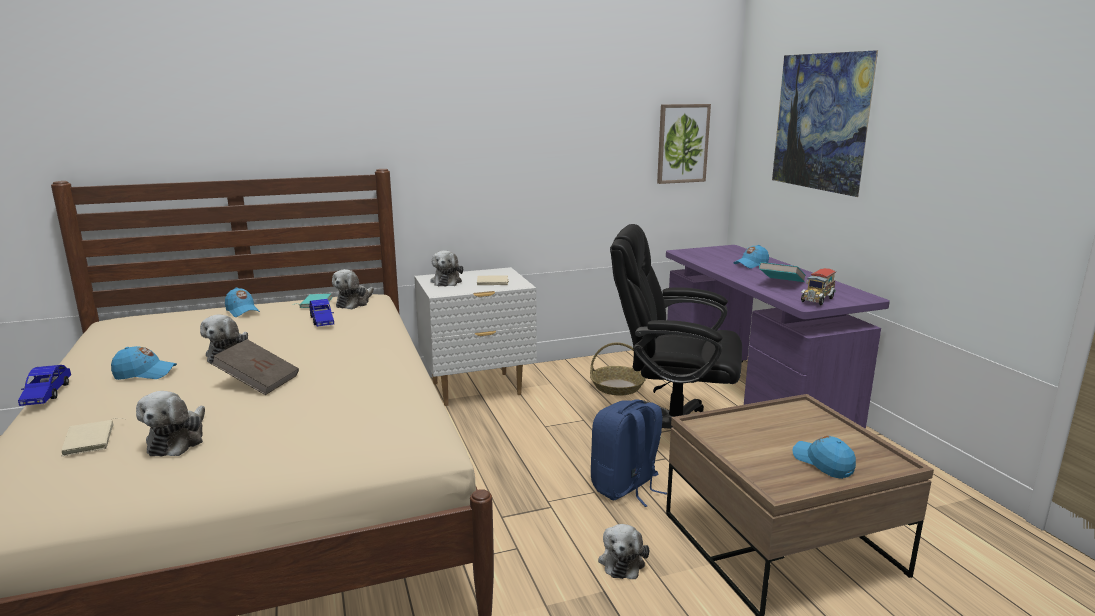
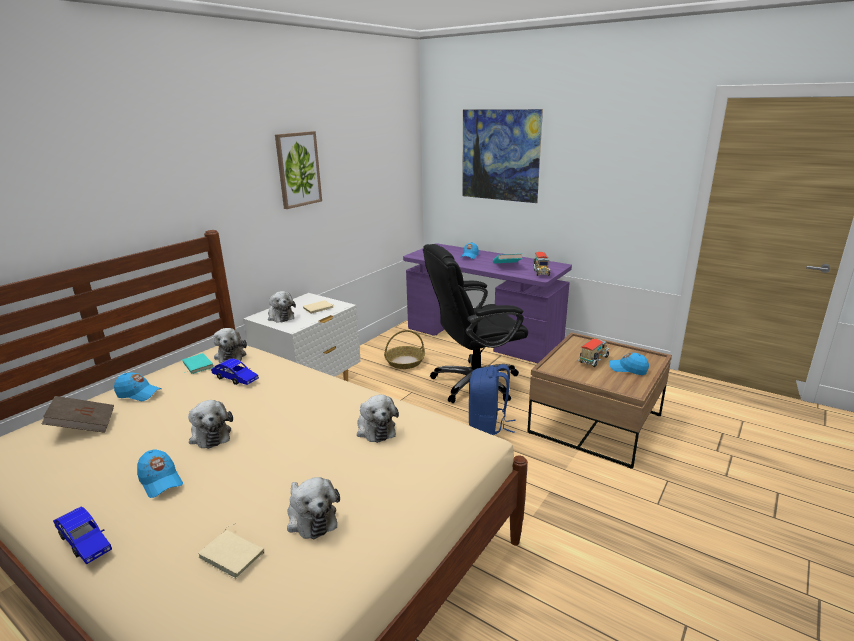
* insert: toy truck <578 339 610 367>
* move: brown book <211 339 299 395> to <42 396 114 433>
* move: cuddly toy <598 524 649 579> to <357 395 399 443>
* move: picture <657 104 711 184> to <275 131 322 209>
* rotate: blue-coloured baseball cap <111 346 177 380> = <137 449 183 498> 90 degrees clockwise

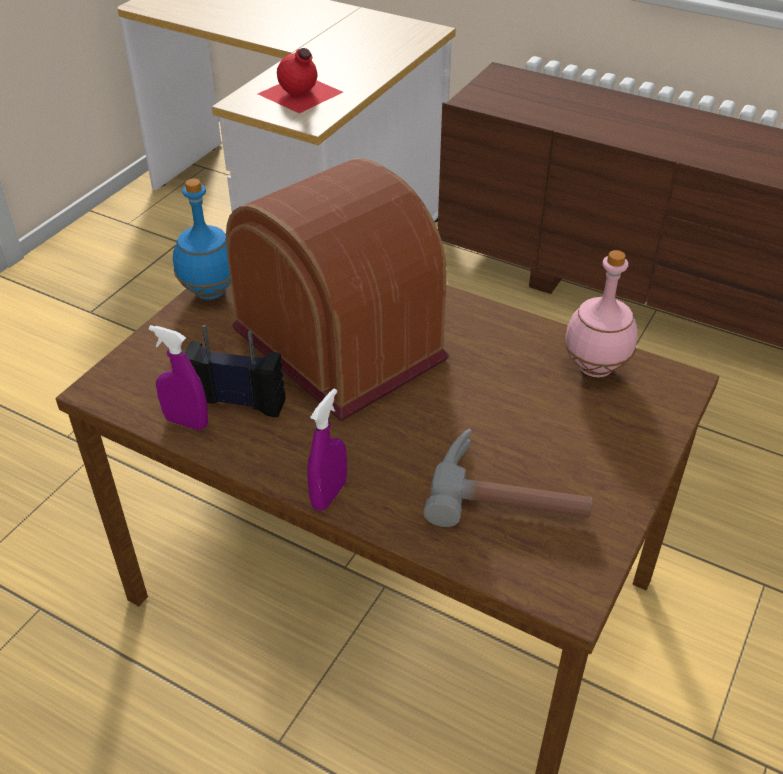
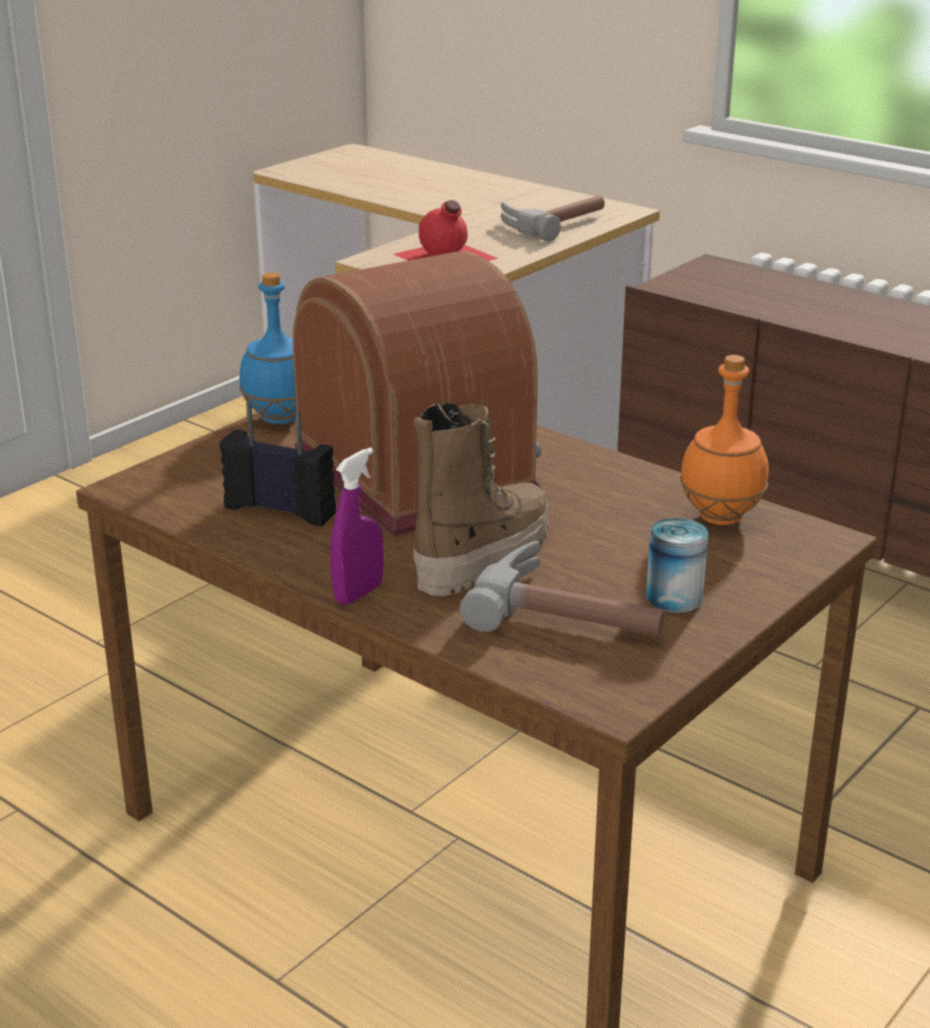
* delete: purple-coloured spray bottle <149 325 208 430>
* insert: high-top boot <413 402 548 596>
* insert: hand hammer <501 196 605 242>
* insert: sealed can <646 518 708 613>
* recolor: pink-coloured drink bottle <565 250 638 377> to orange-coloured drink bottle <680 355 769 525>

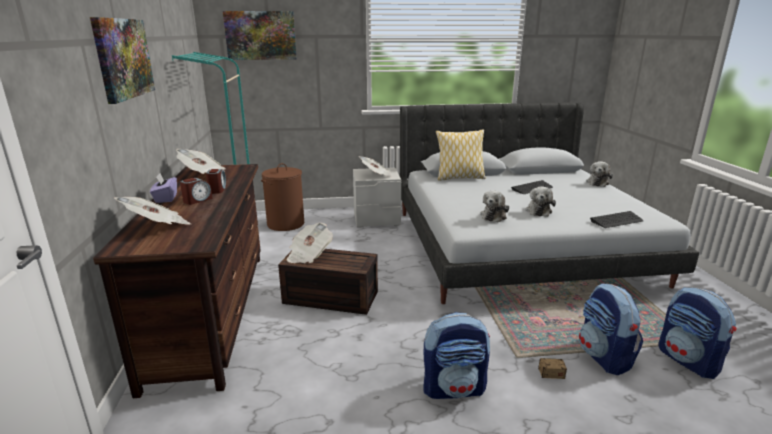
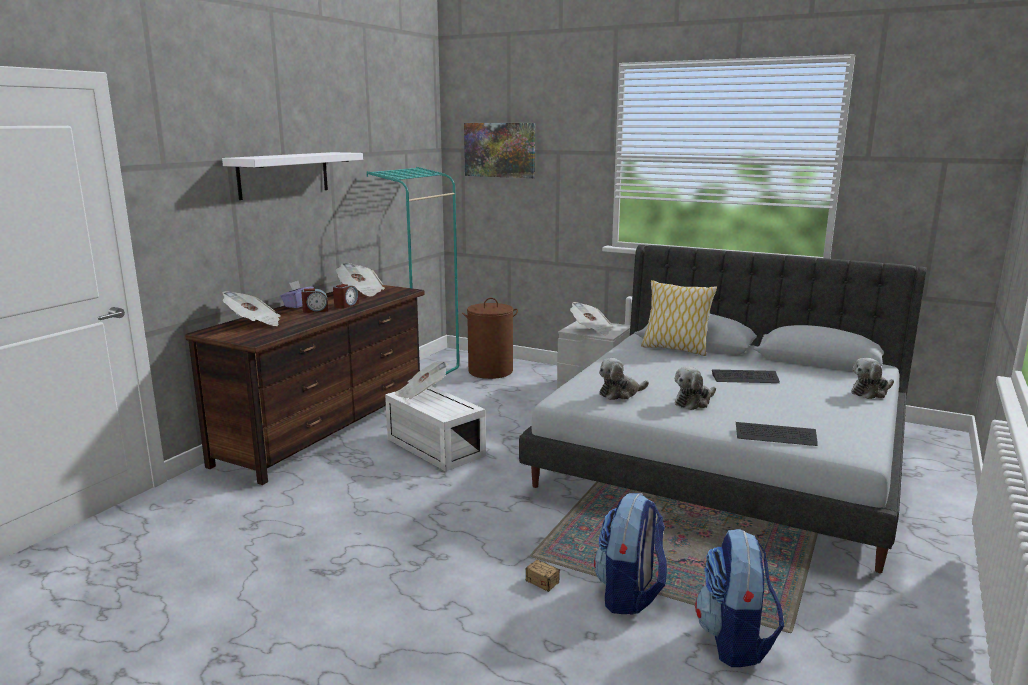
* delete: backpack <423 312 490 399>
* replace: picture <90 17 155 104> to whitish shelf <222 152 363 200>
* recolor: brown storage bin <278 249 378 315> to whitish storage bin <385 386 486 472>

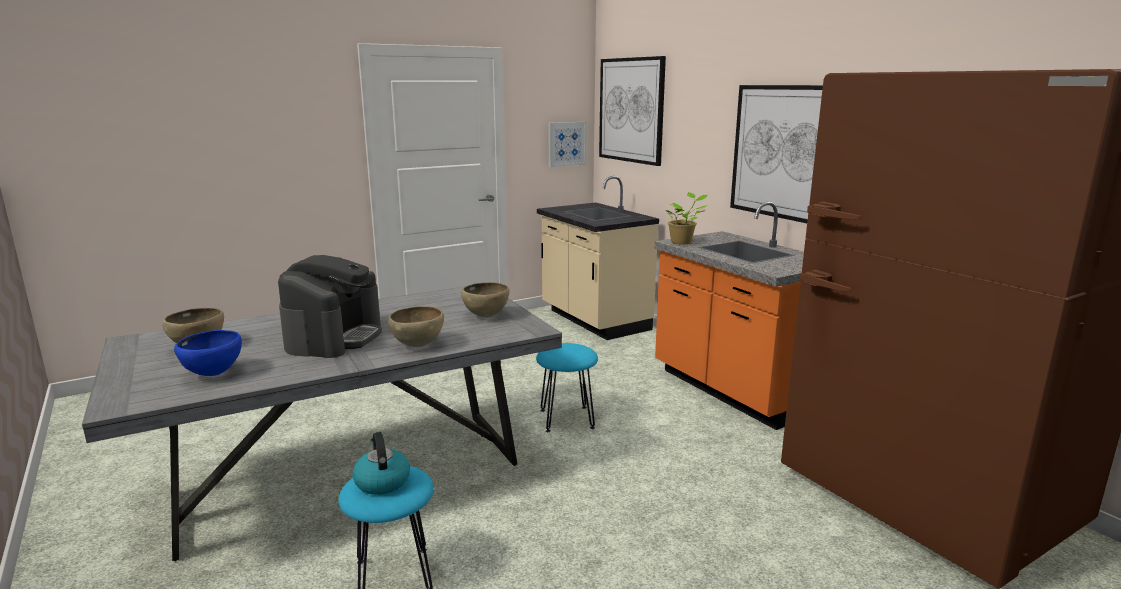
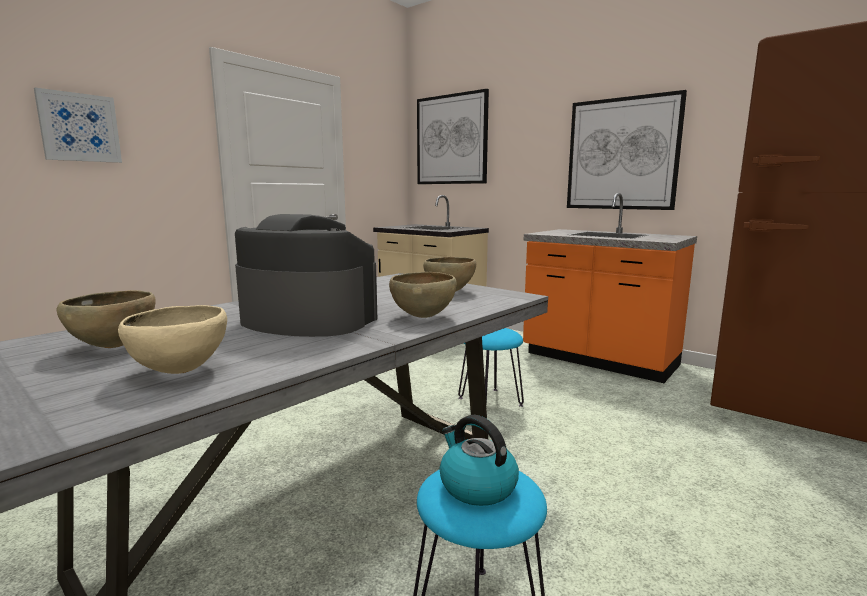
* delete: houseplant <666 192 707 244>
* move: picture <549 122 587 167> to <34 87 122 163>
* recolor: blue-coloured bowl <174 330 242 376> to sand-coloured bowl <118 305 227 374>
* rotate: coffee maker <278 255 382 358> = <235 214 377 337> 60 degrees counterclockwise

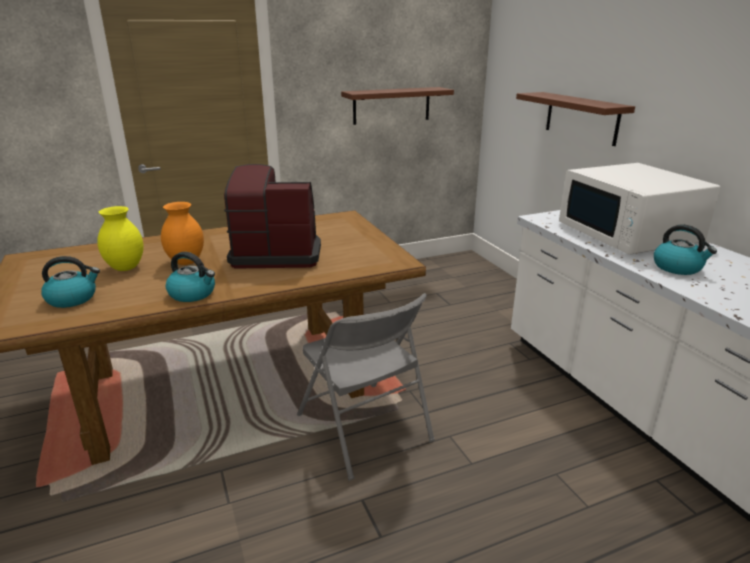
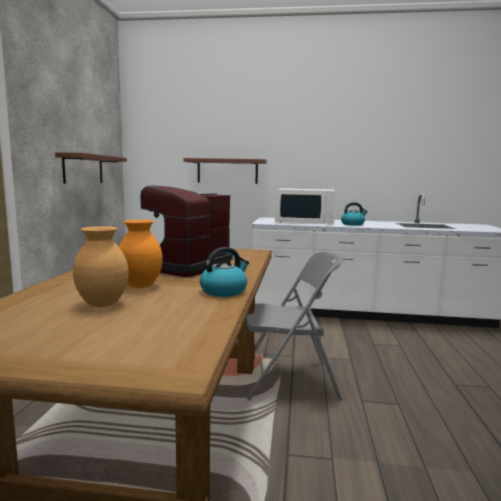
* delete: water kettle <41 256 100 308>
* recolor: yellowish decorative vase <97 206 143 271> to brown decorative vase <73 226 129 307>

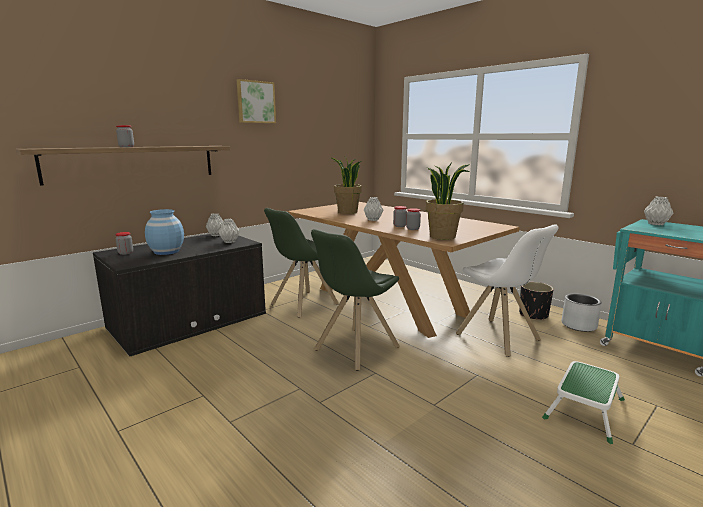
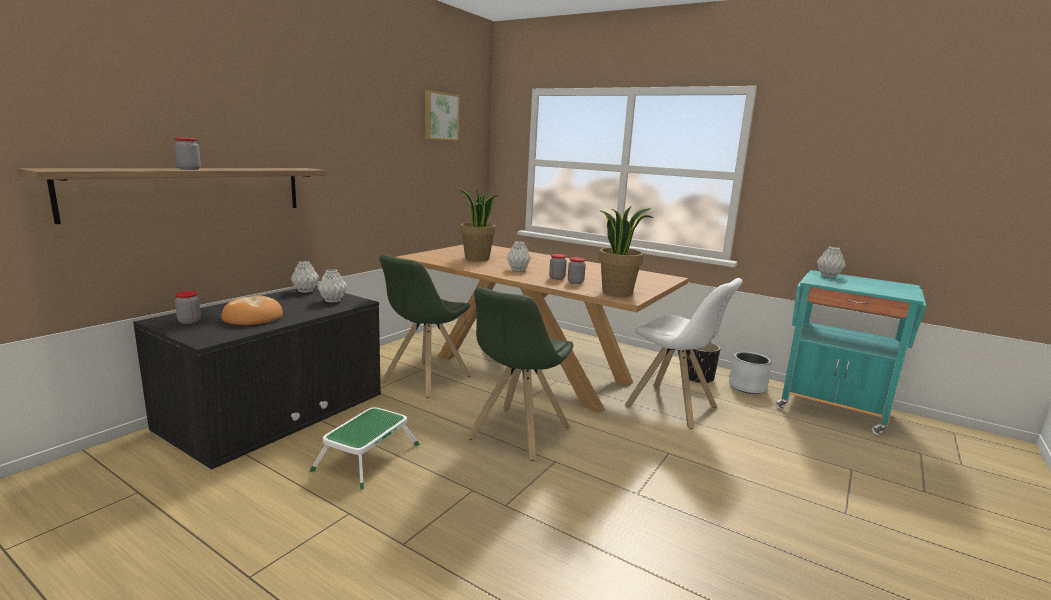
* move: picture <237 79 276 123> to <425 90 460 141>
* move: greenish stepladder <542 361 625 444> to <310 407 420 490>
* replace: blue-coloured decorative vase <145 209 184 255> to baked bread <221 296 283 325>

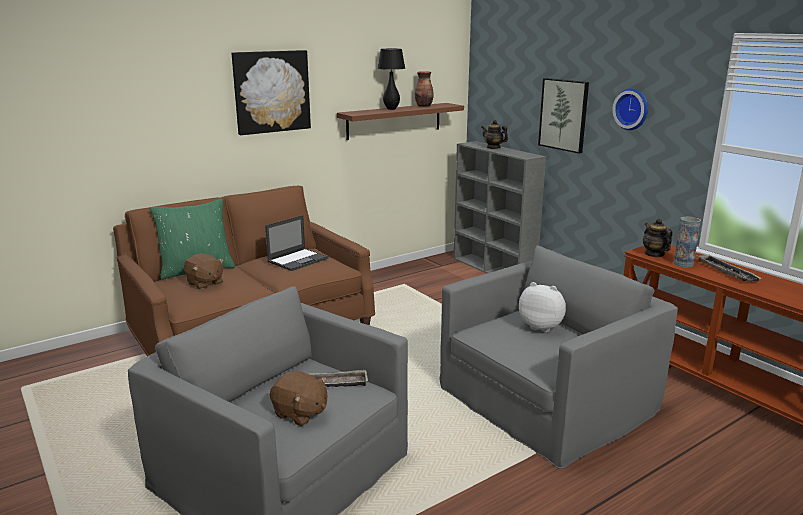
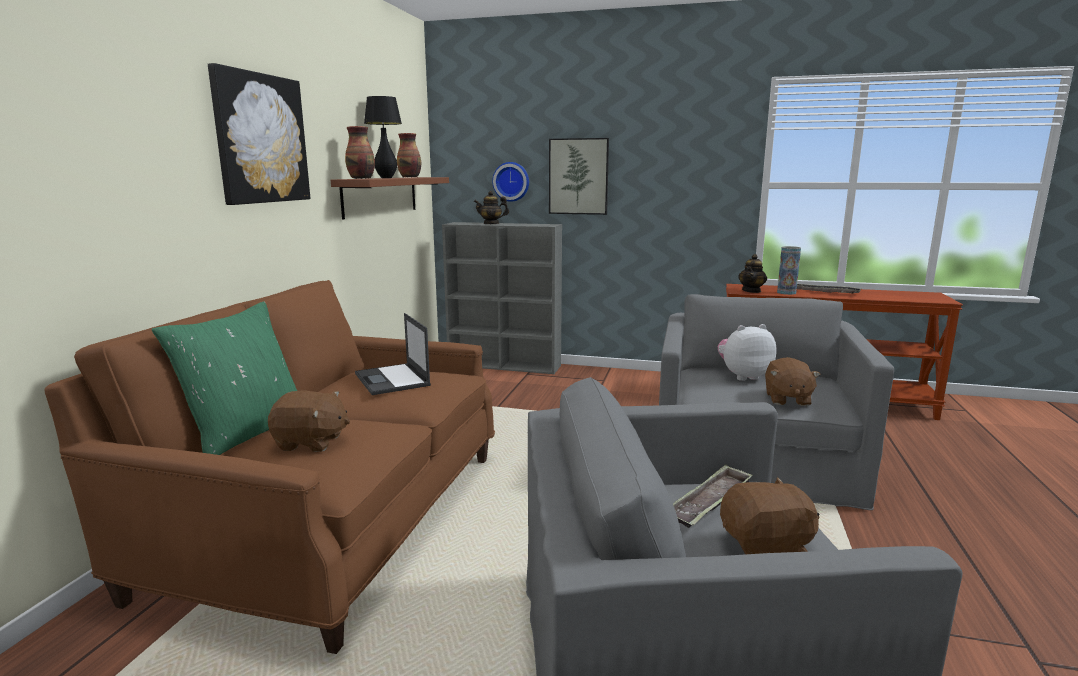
* insert: decorative vase <345 126 375 179>
* insert: brown cuddly toy <765 357 820 406>
* move: clock on the wall <612 88 648 130> to <492 162 529 202>
* rotate: laptop <265 215 328 271> = <355 313 431 395> 150 degrees clockwise
* rotate: teapot <643 218 672 257> = <738 254 767 293> 90 degrees counterclockwise

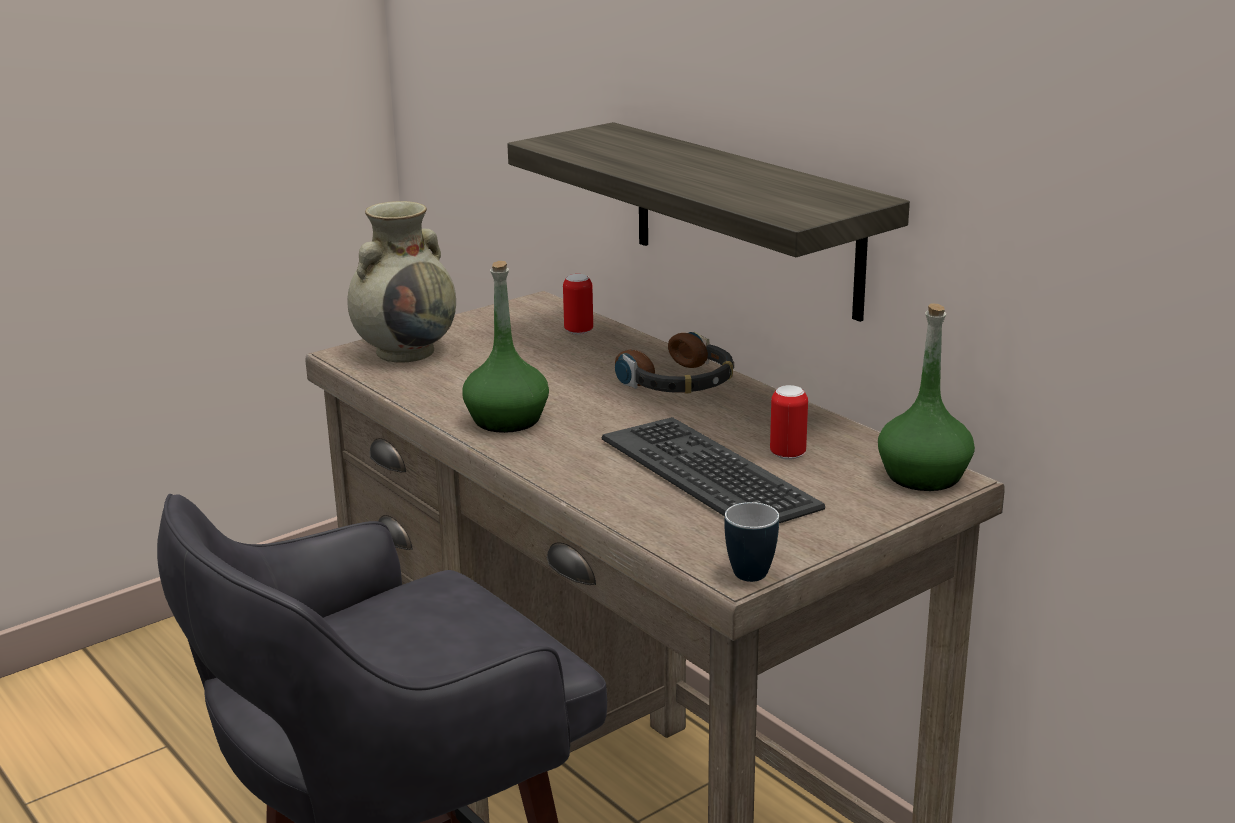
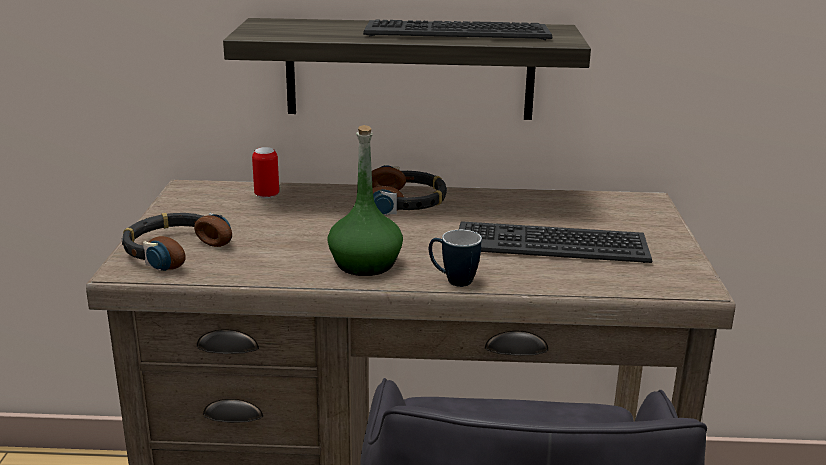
* delete: sealed can <770 385 808 460>
* delete: greenish drink bottle <878 303 975 491>
* insert: PC keyboard <363 19 553 40>
* move: tea mug <724 502 779 582> to <429 230 482 287>
* replace: sand-coloured decorative vase <347 201 456 363> to pair of headphones <122 213 232 271>

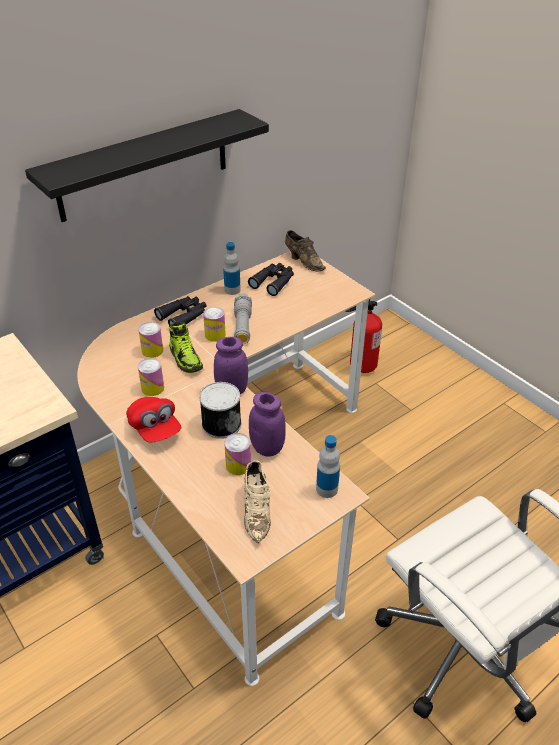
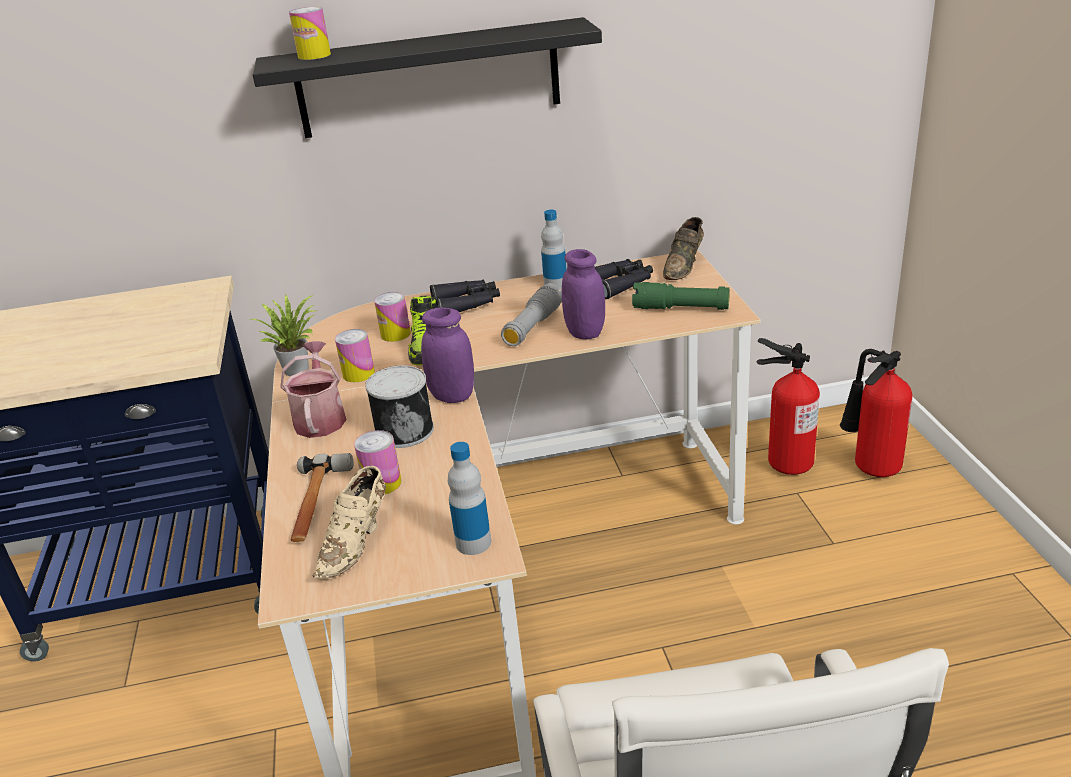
* insert: houseplant <251 295 315 376>
* insert: hand hammer <291 453 354 542>
* insert: greenish torch <632 282 730 310>
* insert: fire-fighting cylinder <840 349 912 477>
* move: sealed can <203 307 226 342> to <289 7 331 60>
* move: purple-coloured preserve jar <249 392 286 456> to <562 249 605 340>
* replace: red-coloured baseball cap <126 397 181 442> to sprinkling can <280 341 347 438>
* rotate: brown shoe <285 230 326 271> = <663 217 704 280> 45 degrees clockwise

